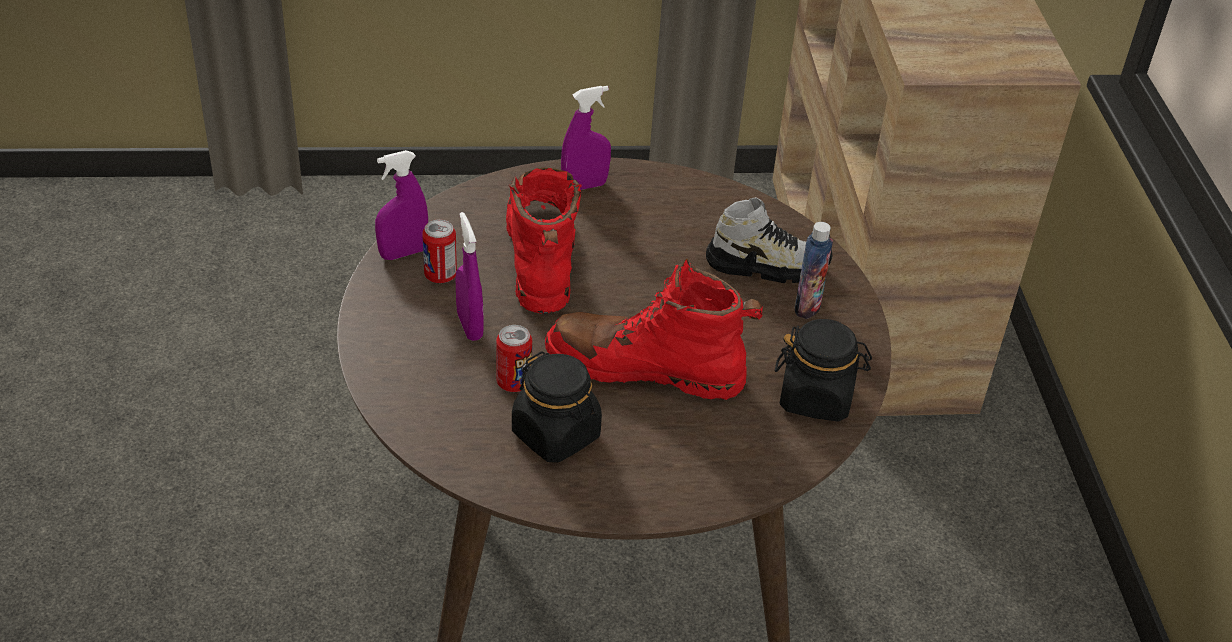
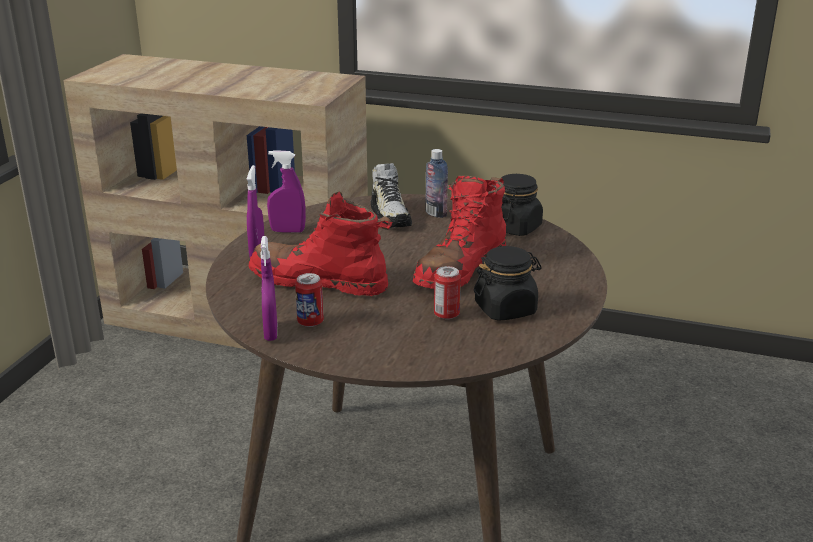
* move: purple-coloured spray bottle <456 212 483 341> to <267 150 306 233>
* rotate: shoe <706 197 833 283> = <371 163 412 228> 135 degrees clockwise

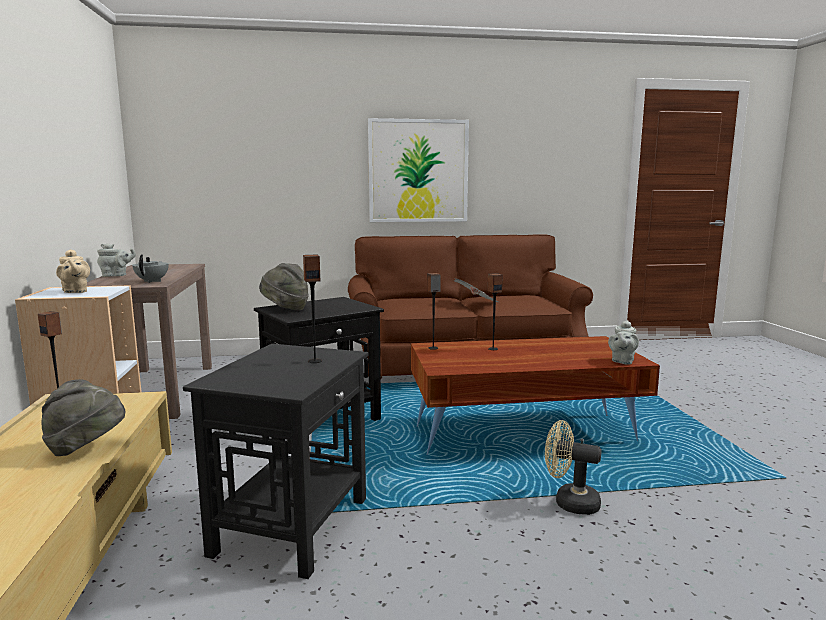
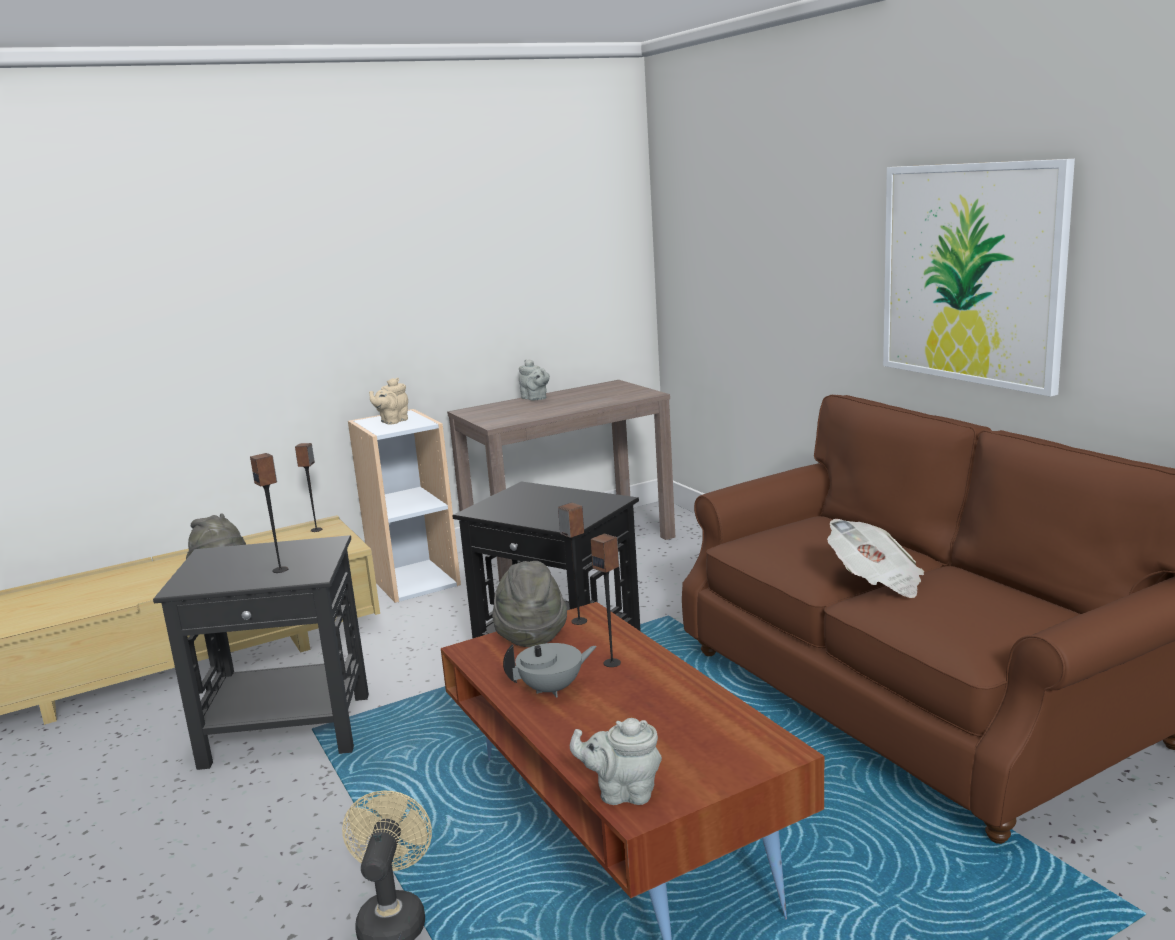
* move: greyish teapot <132 254 169 283> to <503 643 597 698>
* move: greyish wearable hat <259 263 309 311> to <492 561 567 647>

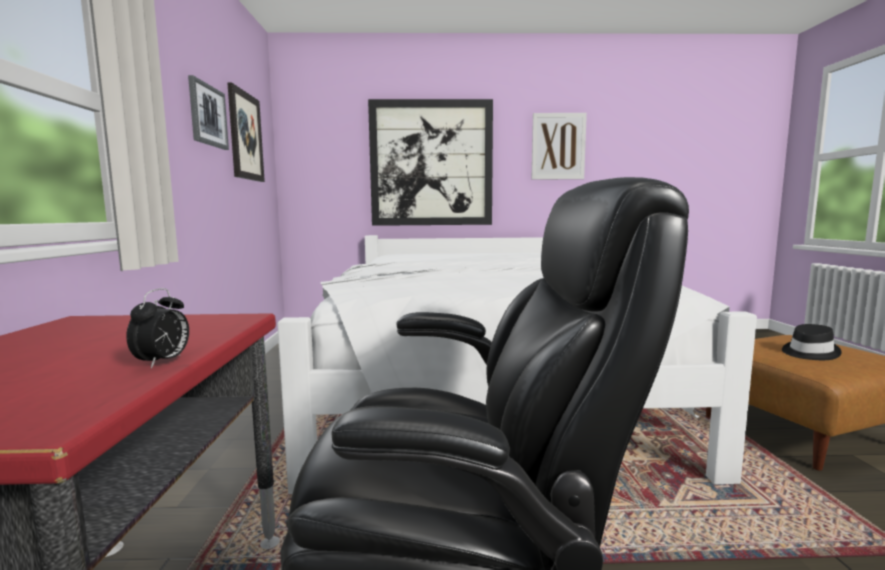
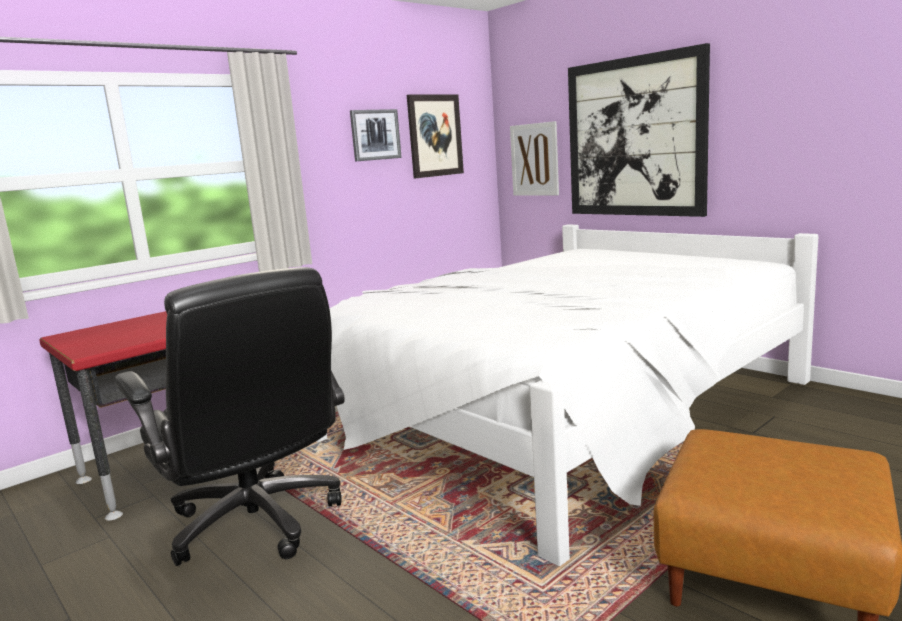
* delete: table clock <126 288 189 369>
* delete: black-coloured wearable hat <782 324 842 360>
* move: picture <532 113 587 180> to <510 121 559 196>

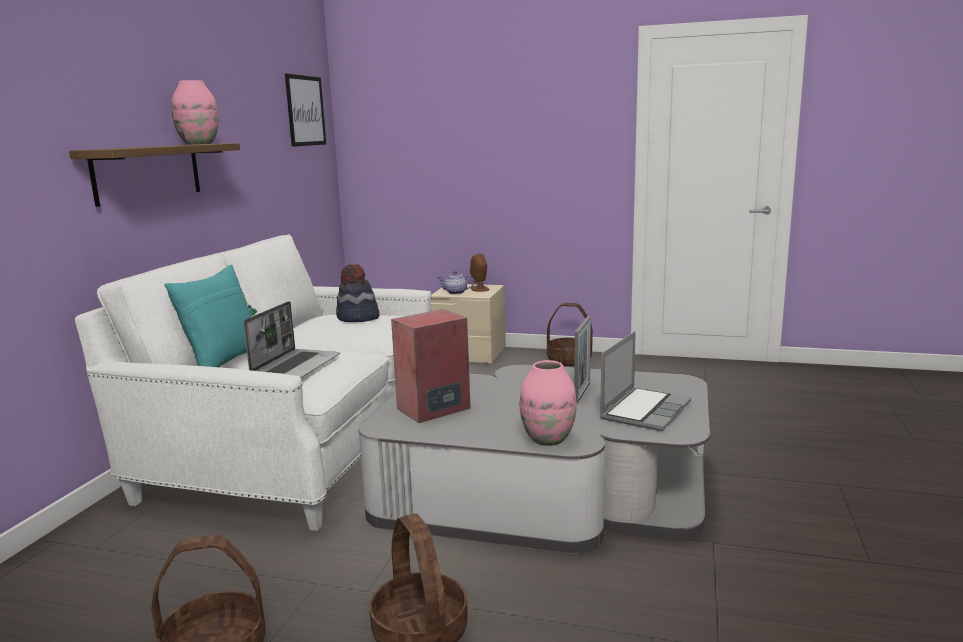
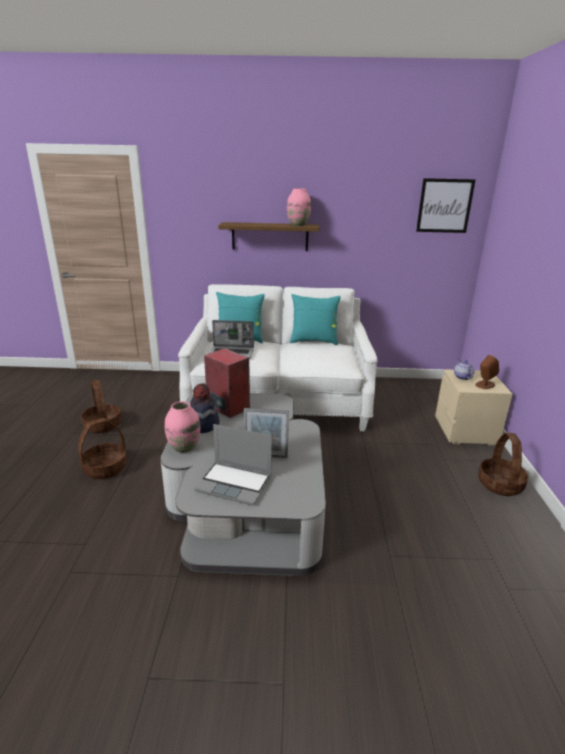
* insert: blue-green throw pillow <290 294 341 345>
* move: wearable hat <336 264 380 322> to <190 383 220 433>

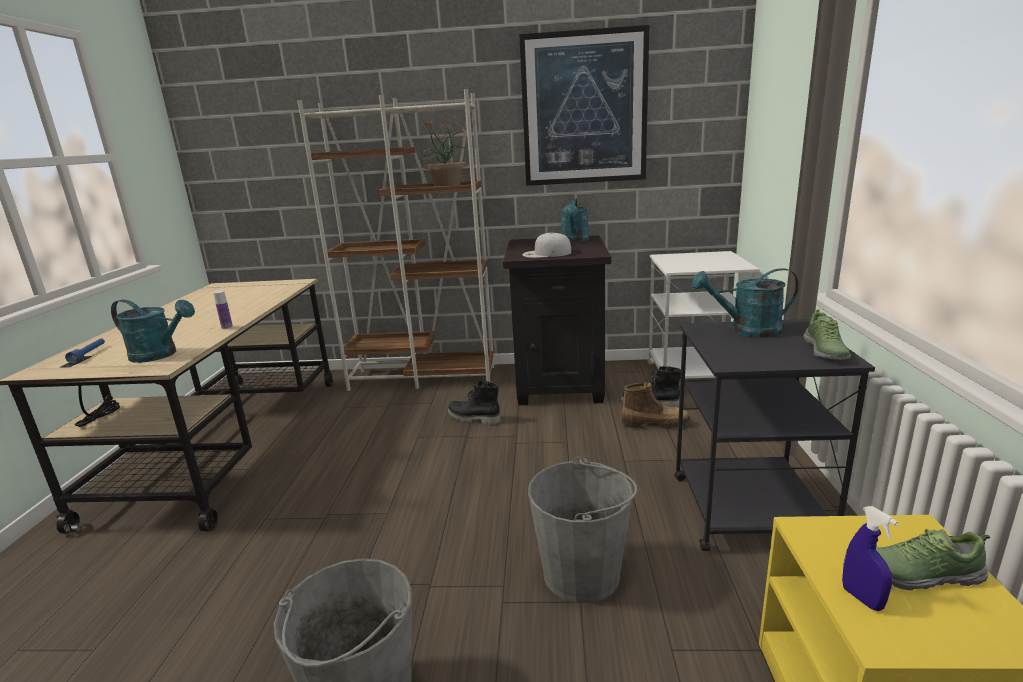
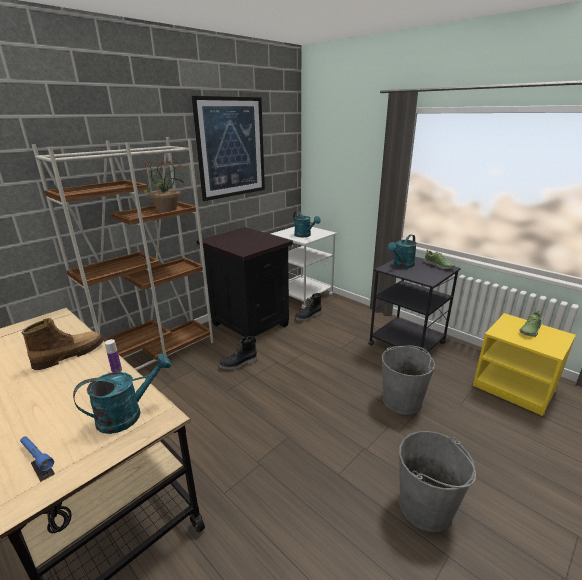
* delete: whitish baseball cap <522 233 571 258>
* delete: blue-coloured spray bottle <842 506 898 611>
* move: blue-green sprinkling can <561 199 589 242> to <293 211 321 237>
* move: high-top boot <622 382 691 429> to <22 318 104 370>

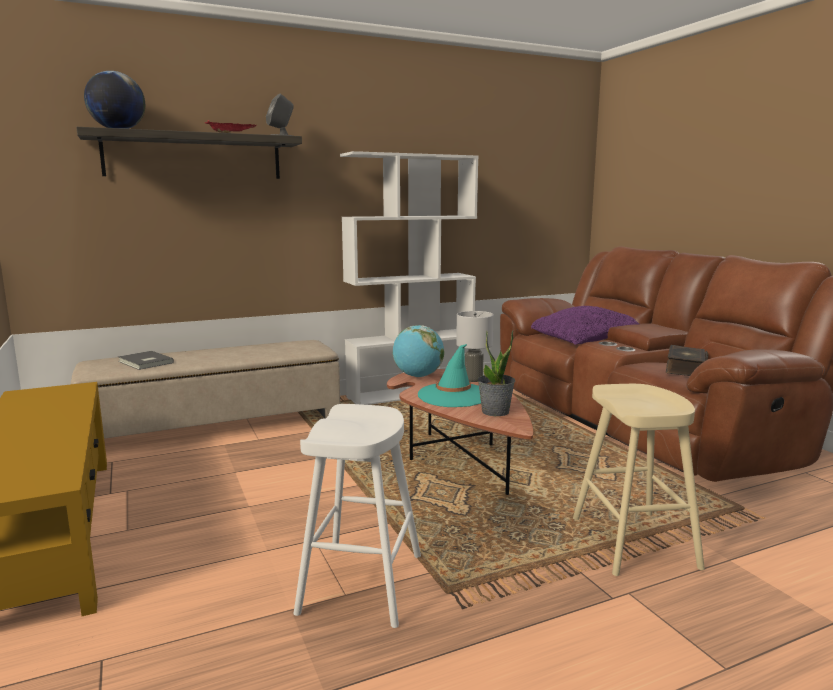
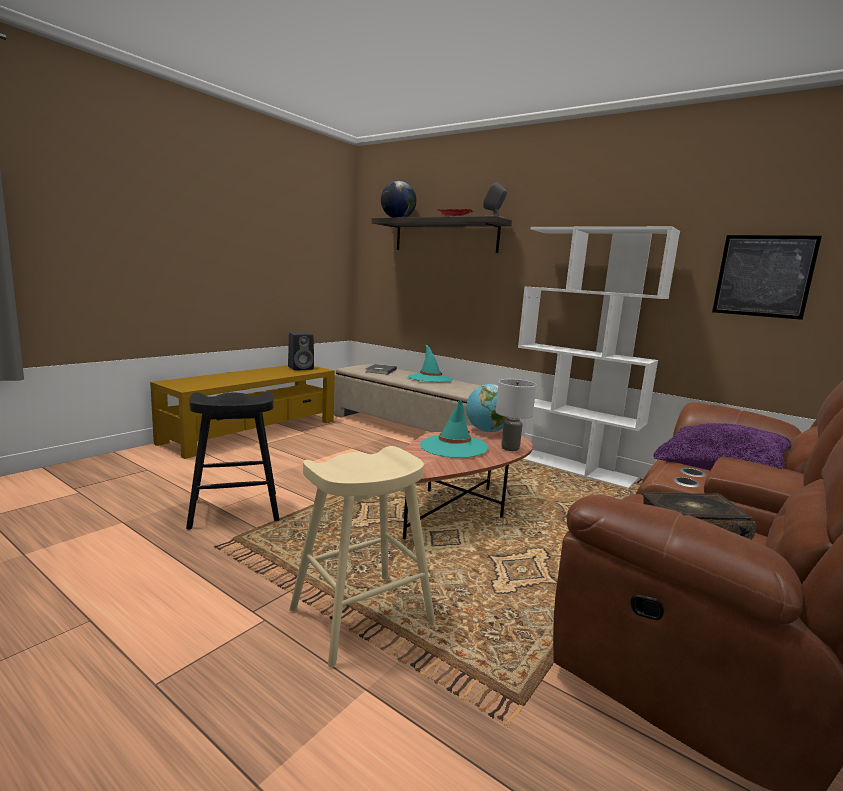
* delete: houseplant <478 330 515 416>
* insert: black-coloured loudspeaker <288 332 314 370>
* insert: blue-green wearable hat <408 344 453 382>
* insert: picture <712 235 822 320>
* recolor: whitish stool seat <294 404 421 628> to black-coloured stool seat <186 392 280 530>

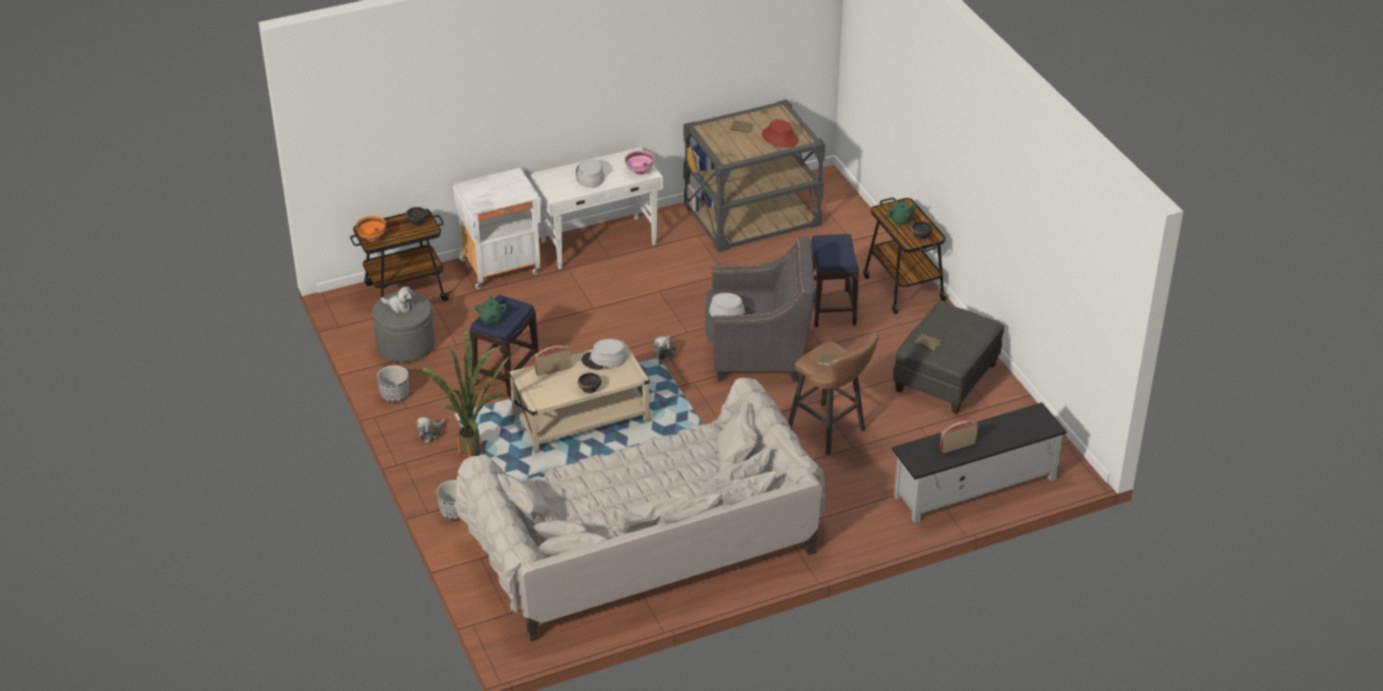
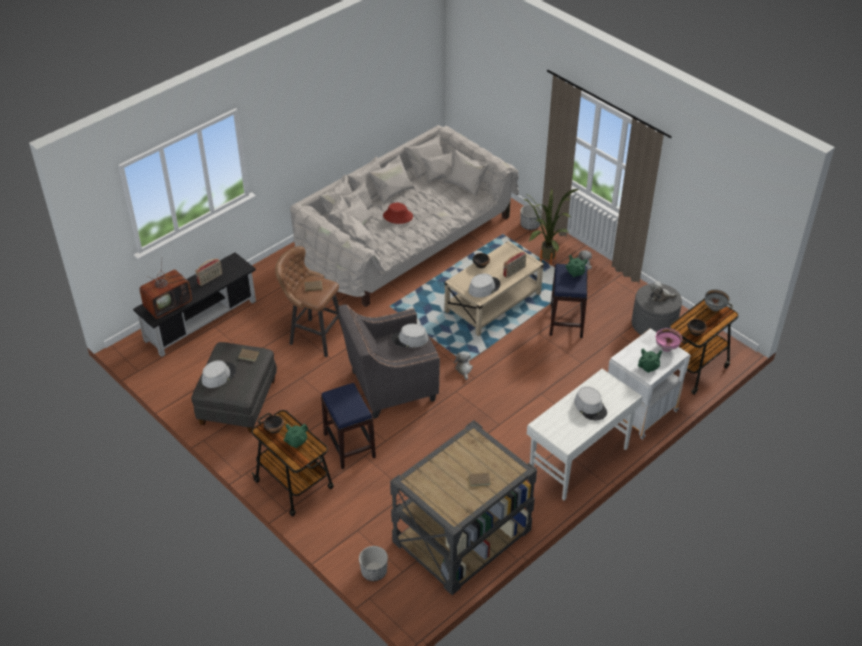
* insert: TV set <139 262 192 319>
* insert: greyish wearable hat <202 360 236 388>
* insert: greenish teapot <638 349 662 373>
* move: flower pot <377 365 409 402> to <359 546 388 581>
* move: pink-coloured bowl <625 150 654 175> to <656 328 682 352>
* move: red-coloured wearable hat <762 119 799 148> to <383 203 413 224>
* recolor: orange-coloured bowl <356 216 386 242> to greyish bowl <705 289 730 311>

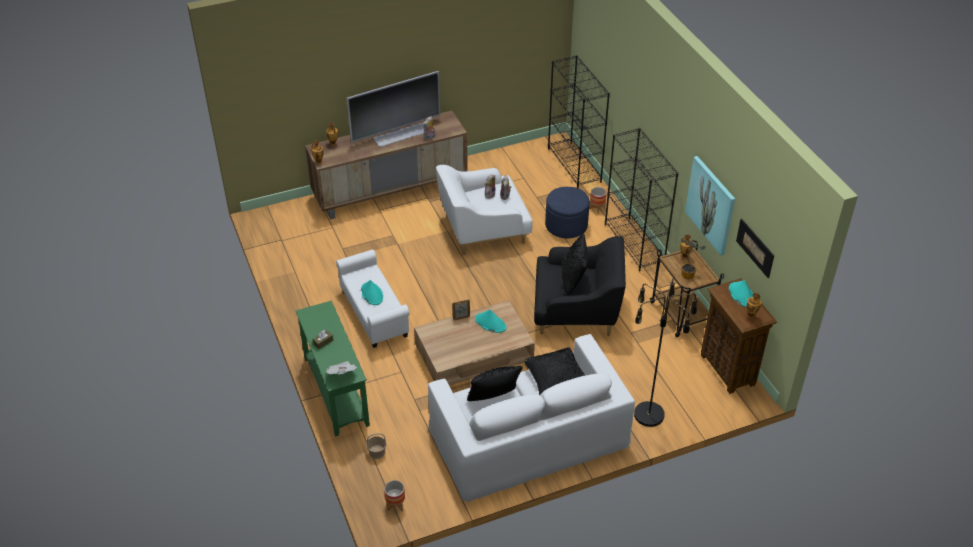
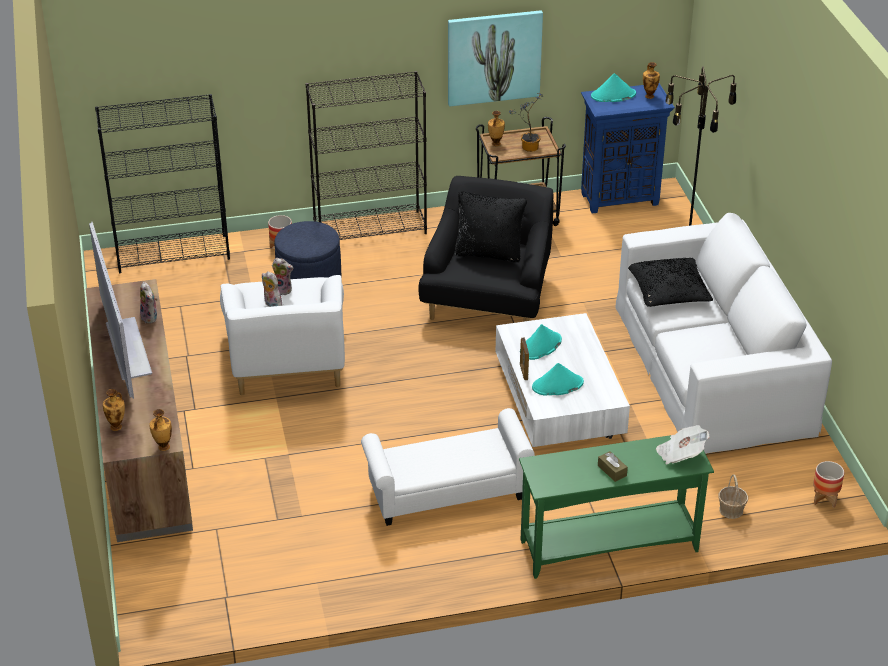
* delete: black-coloured throw pillow <467 366 523 401>
* delete: picture <736 219 774 278>
* move: blue-green wearable hat <361 280 383 305> to <532 363 584 396>
* recolor: brown lounge table <414 300 535 386> to whitish lounge table <496 313 630 447>
* recolor: brown cupboard <701 278 777 394> to blue-coloured cupboard <581 83 675 214>

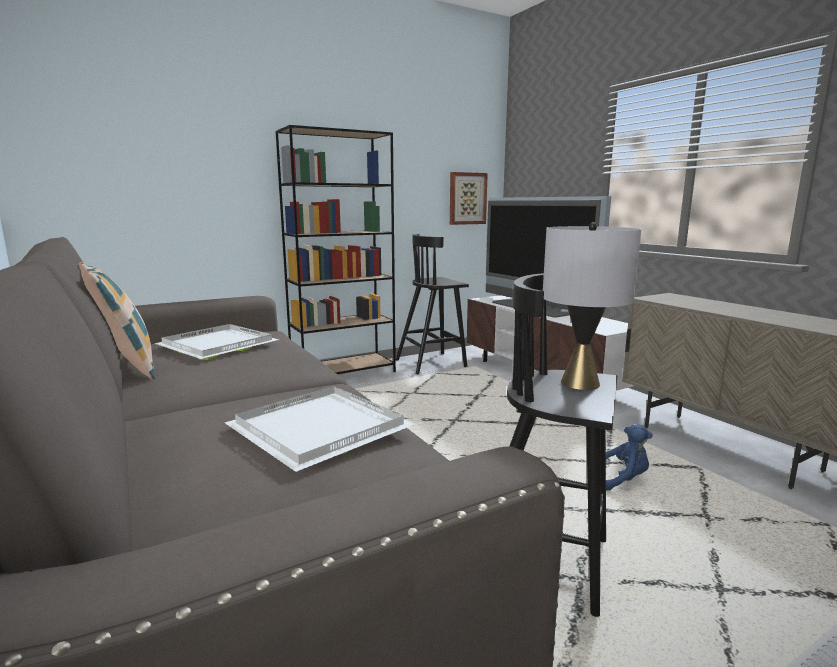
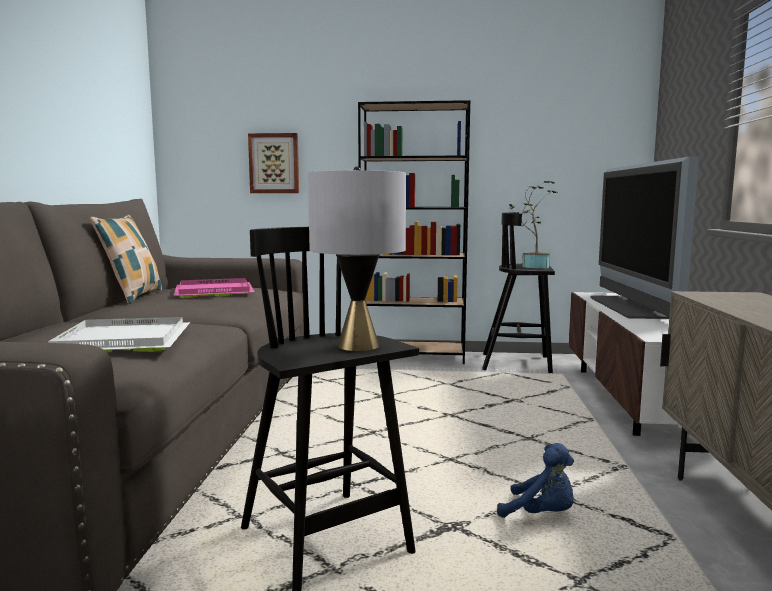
* insert: houseplant <509 181 558 268>
* move: picture <450 172 488 225> to <248 133 299 193>
* recolor: whitish serving tray <154 324 279 360> to pink-coloured serving tray <173 278 255 298>

